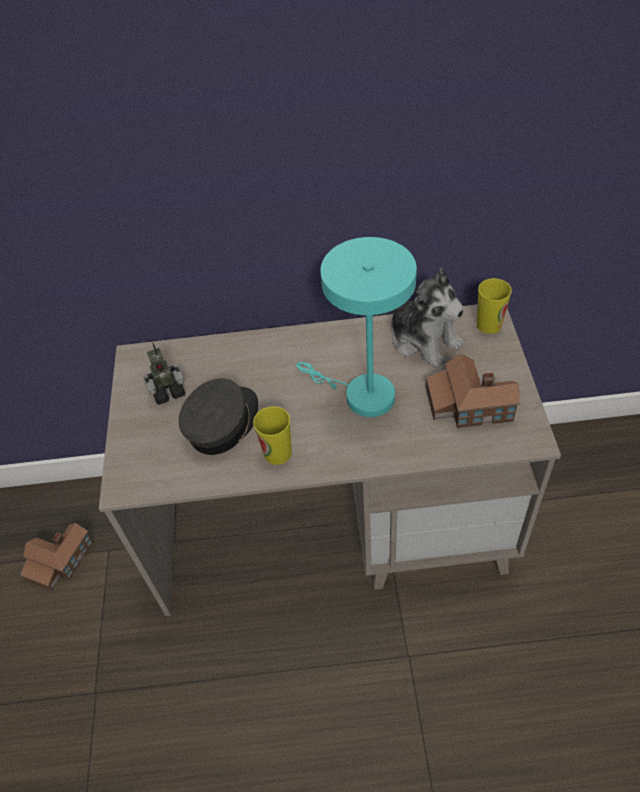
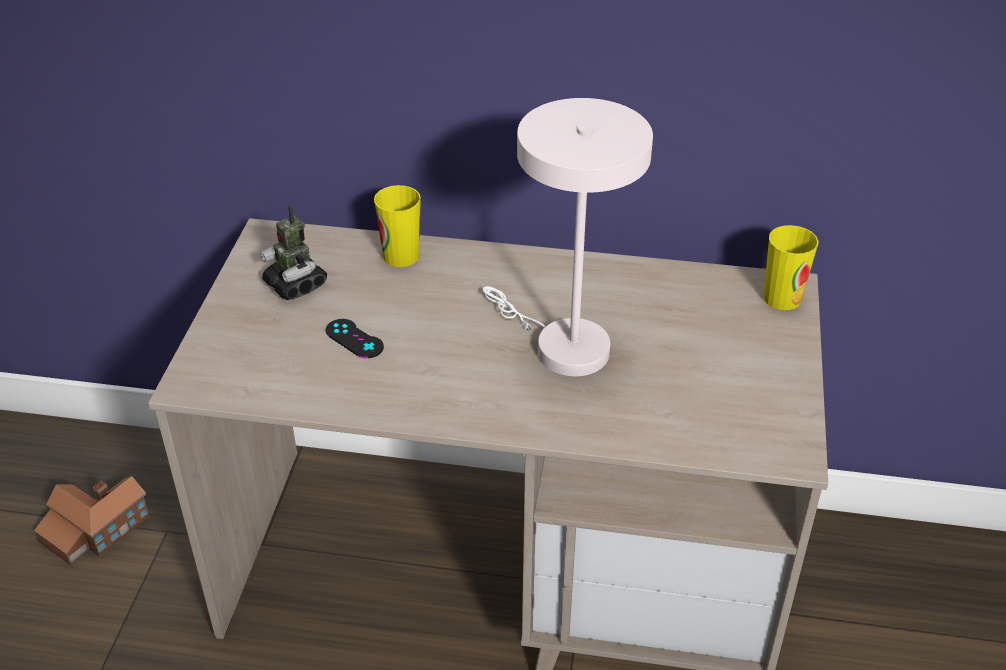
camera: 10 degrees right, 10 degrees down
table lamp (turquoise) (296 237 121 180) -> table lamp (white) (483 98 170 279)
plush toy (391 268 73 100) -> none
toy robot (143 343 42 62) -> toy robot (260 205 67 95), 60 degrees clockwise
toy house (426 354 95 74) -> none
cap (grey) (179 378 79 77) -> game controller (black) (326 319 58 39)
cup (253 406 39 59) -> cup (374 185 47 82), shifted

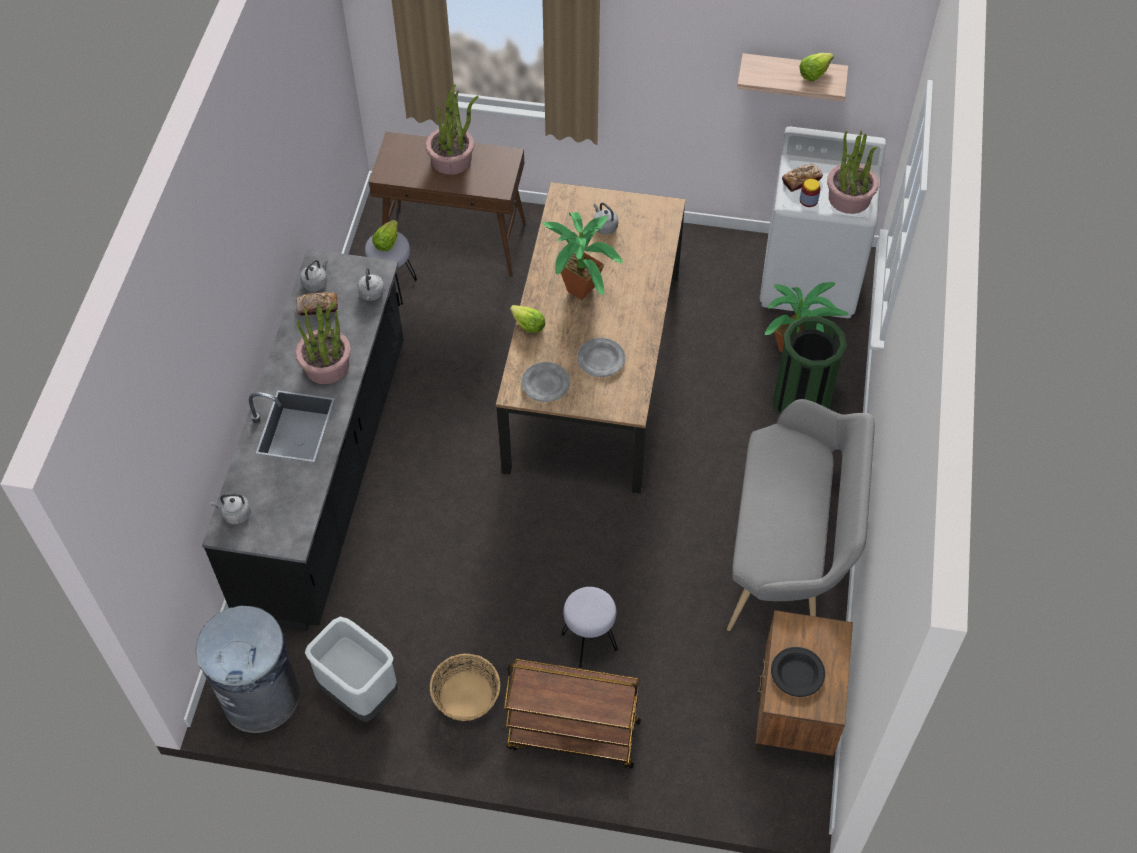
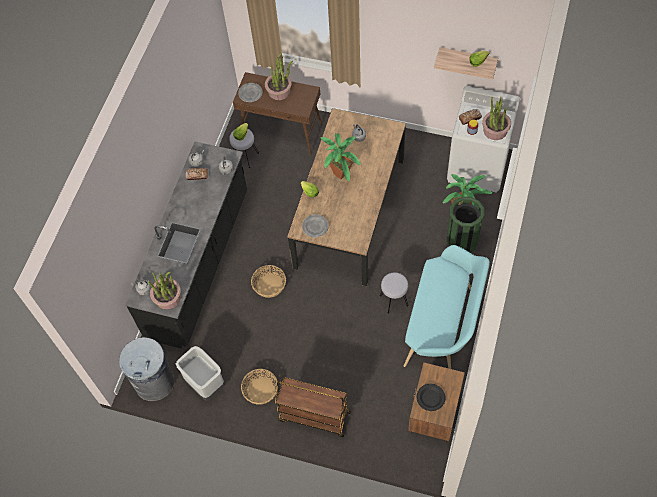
camera: 10 degrees right, 5 degrees up
potted plant (295 302 56 82) -> potted plant (148 272 33 38), shifted
plate (grey) (577 338 48 39) -> plate (grey) (238 83 25 19), shifted
bench (grey) (727 399 148 232) -> bench (turquoise) (404 245 86 124)
stool (grey) (561 587 57 81) -> stool (grey) (380 273 29 40), shifted
none -> basket (251 265 35 33)

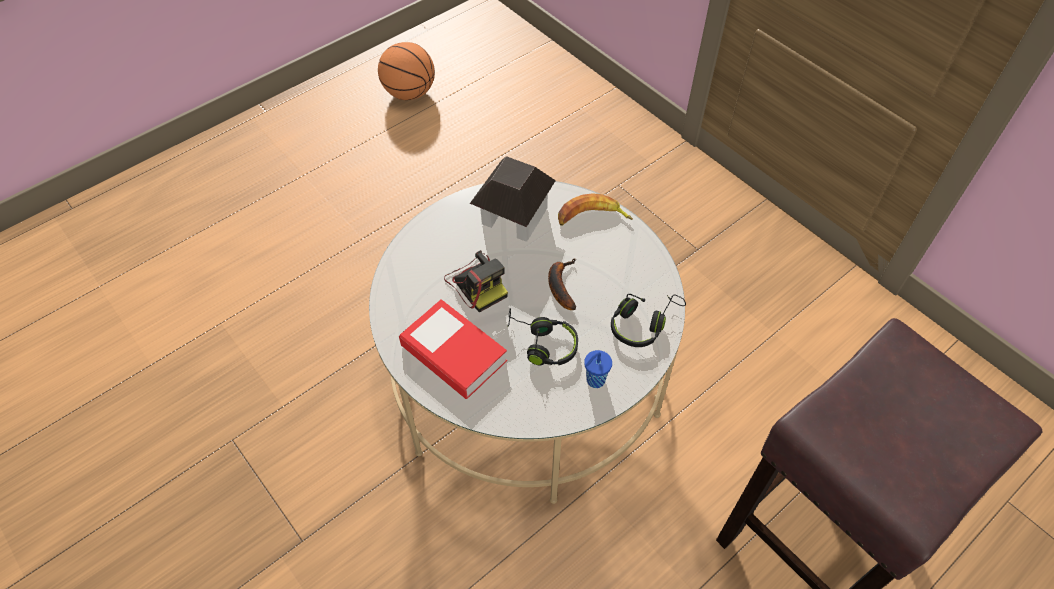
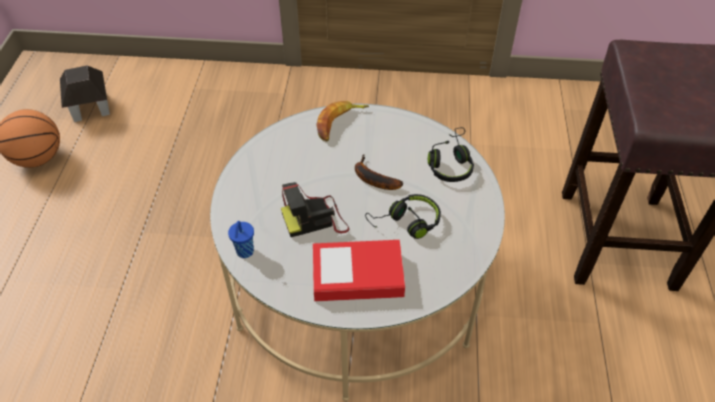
camera: 45 degrees left, 5 degrees down
toy house (470 156 86 86) -> toy house (60 65 50 57), shifted
photo camera (444 250 64 63) -> photo camera (281 182 68 55), 150 degrees clockwise
cup (blue) (584 350 28 38) -> cup (blue) (228 221 26 37), shifted

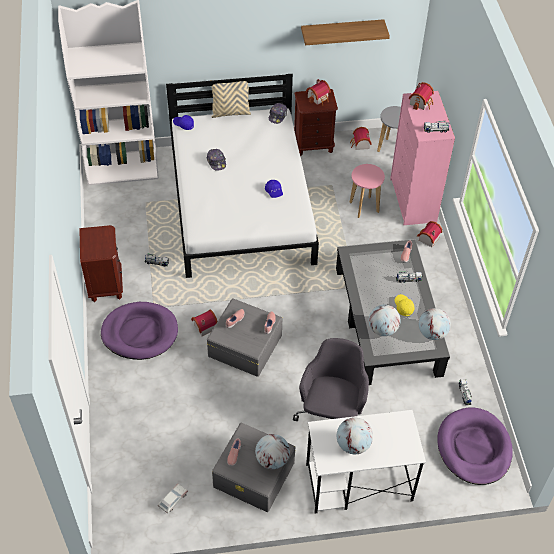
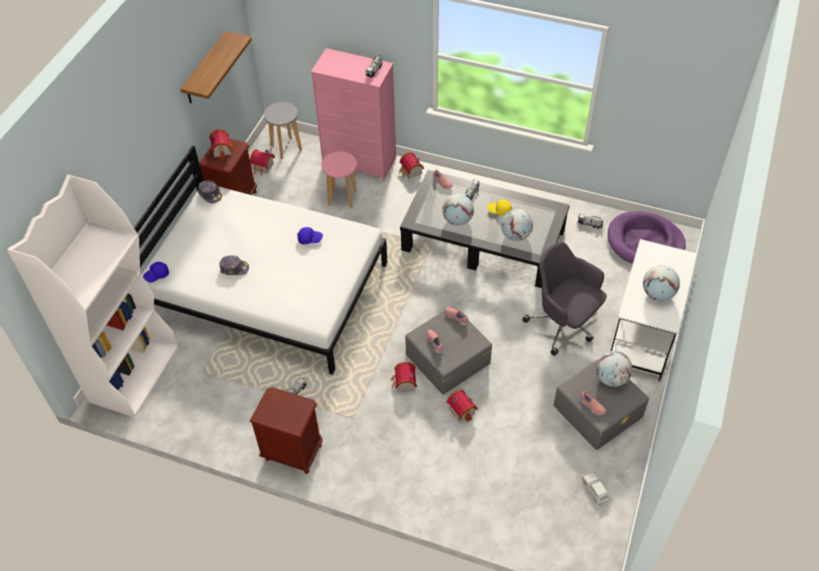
camera: 60 degrees left, 0 degrees up
pillow (beige) (210 80 41 38) -> none
toy house (409 82 25 28) -> toy house (447 389 31 33), shifted
dog bed (purple) (101 302 77 58) -> none
globe (419 308 32 32) -> globe (442 194 32 32), shifted

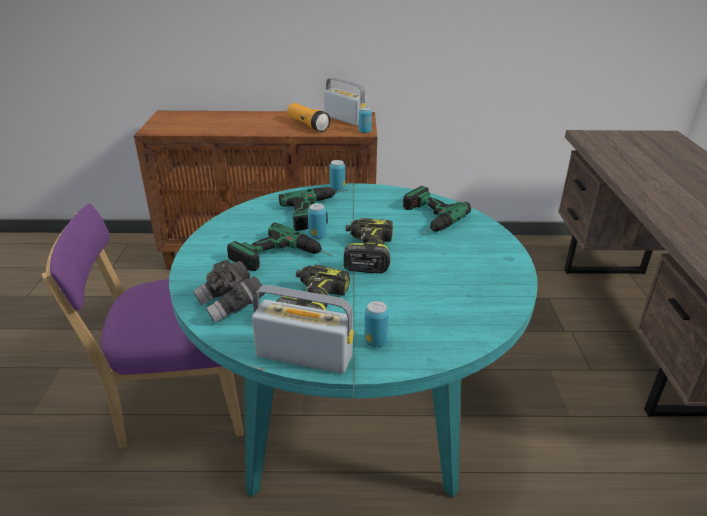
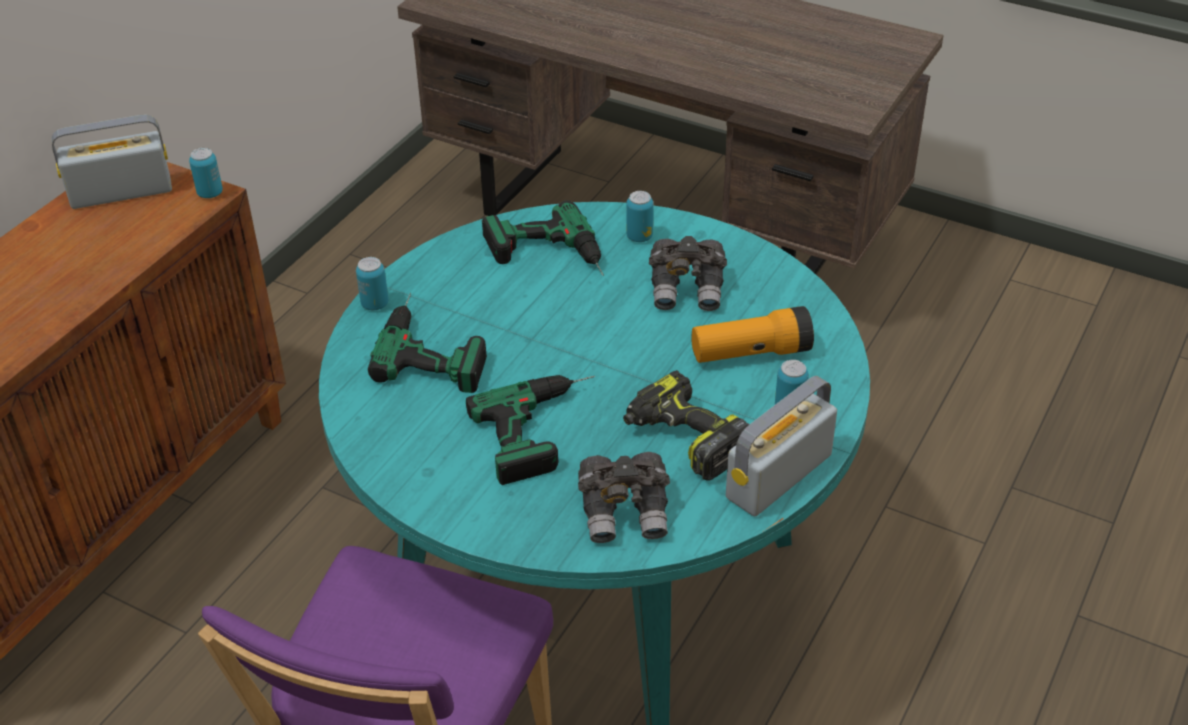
camera: 60 degrees left, 10 degrees up
flashlight (287 103 44 29) -> flashlight (692 306 122 57), shifted
can (308 203 19 36) -> can (626 191 27 51), shifted
power drill (344 218 49 55) -> none
none -> binoculars (grey) (649 236 78 75)

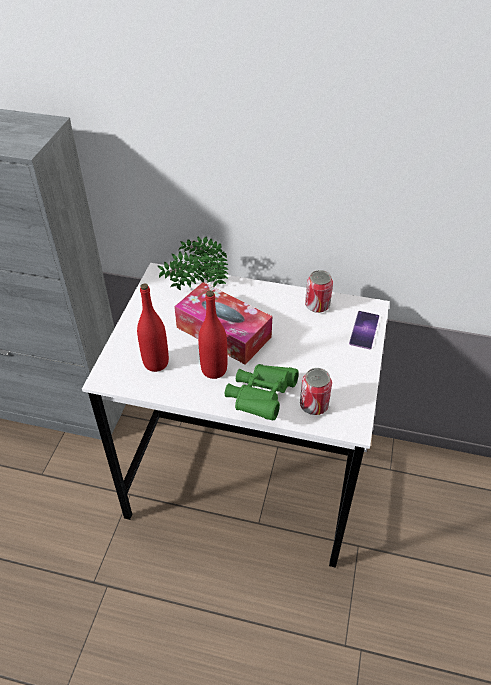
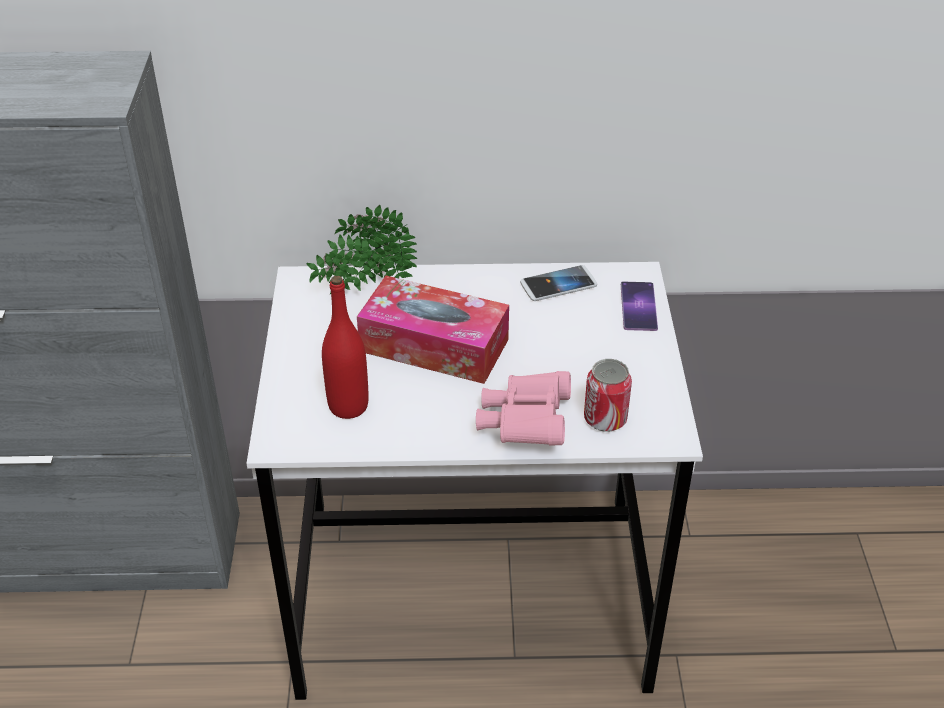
camera: 15 degrees left, 5 degrees down
can (305 270 28 43) -> phone (520 265 77 36)
bottle (red) (198 290 29 89) -> none
binoculars (green) (225 364 74 56) -> binoculars (pink) (476 371 95 75)

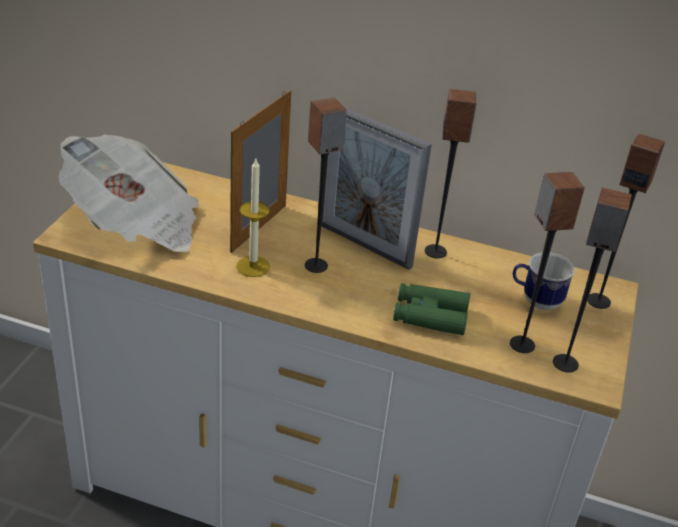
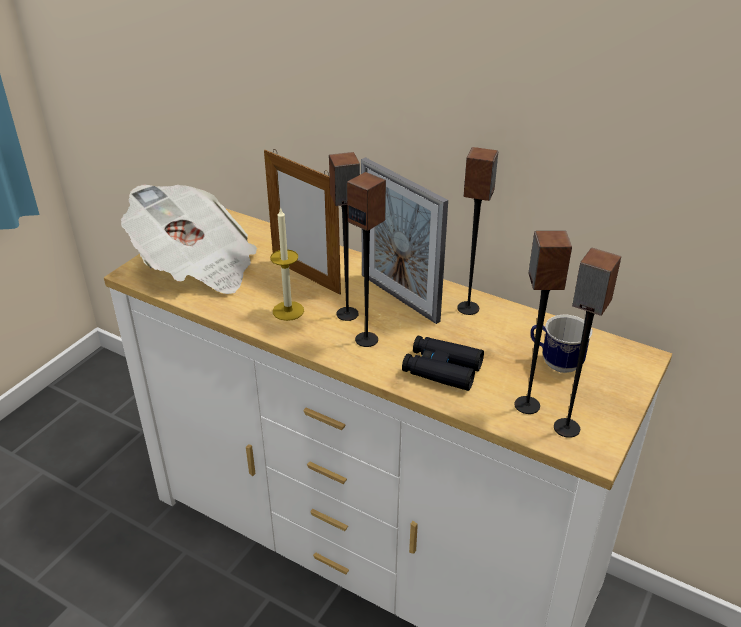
camera: 15 degrees right, 0 degrees up
picture frame (230 90 61 163) -> picture frame (264 149 77 146), 90 degrees counterclockwise
speaker (587 134 78 175) -> speaker (347 172 39 175), shifted
binoculars (green) (393 283 77 52) -> binoculars (black) (402 335 82 56)

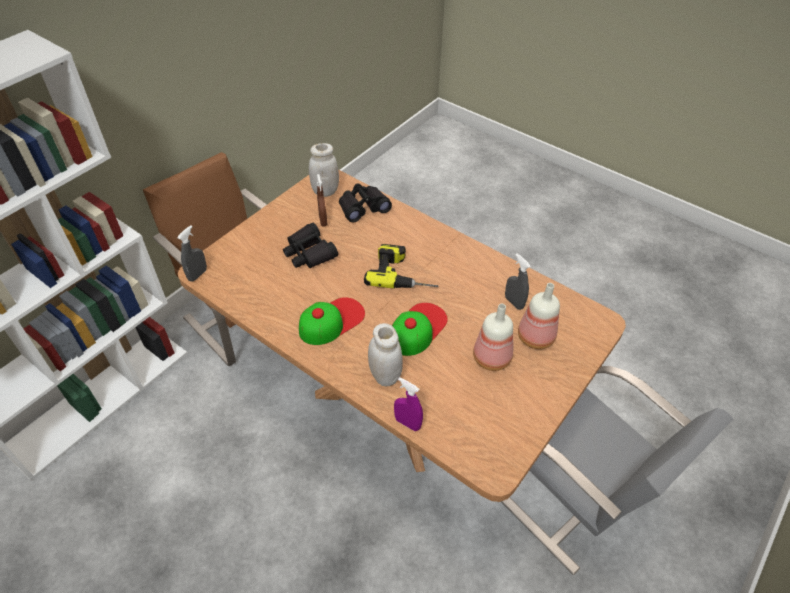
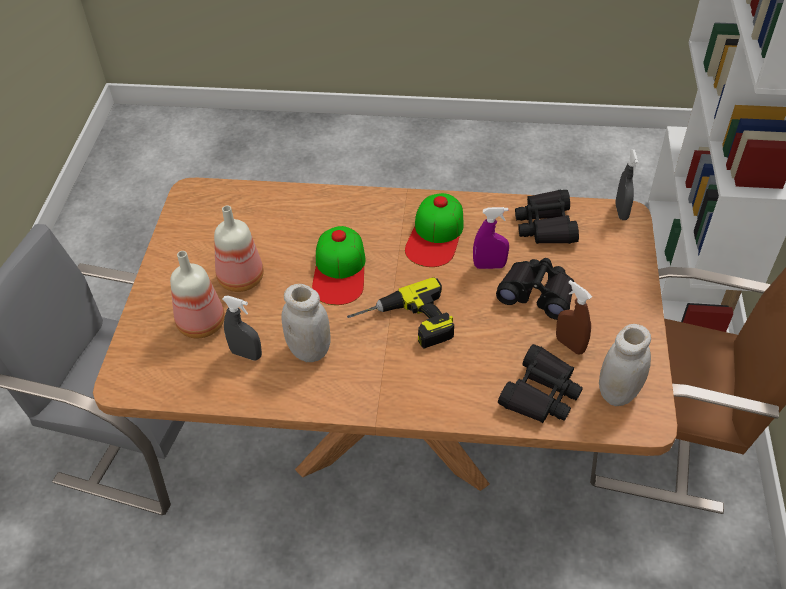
camera: 150 degrees right, 0 degrees up
jar (white) (368 323 35 63) -> jar (white) (281 284 50 78), shifted
spray bottle (purple) (394 377 29 54) -> spray bottle (purple) (473 207 36 62), shifted
none -> binoculars (black) (515 190 64 54)

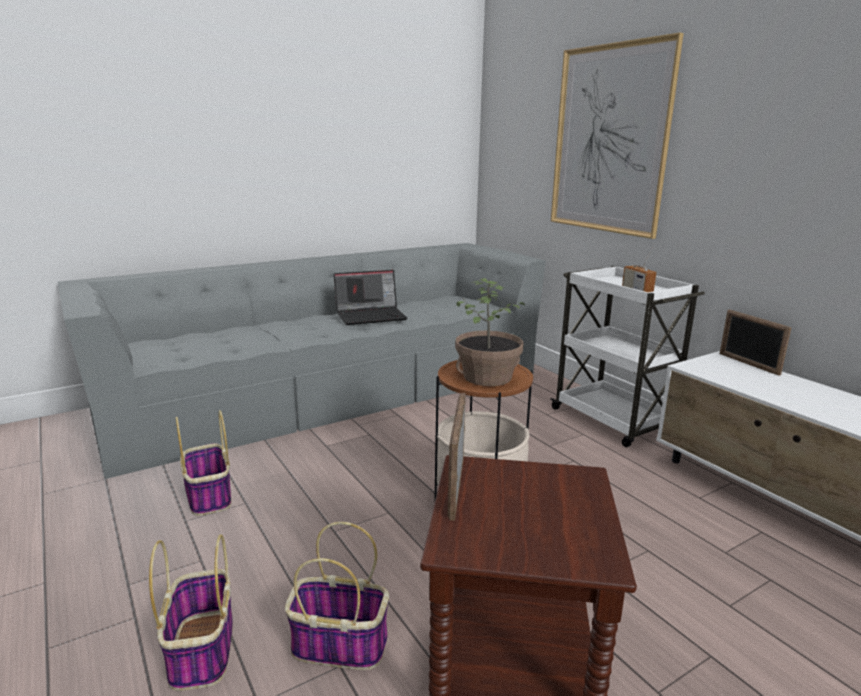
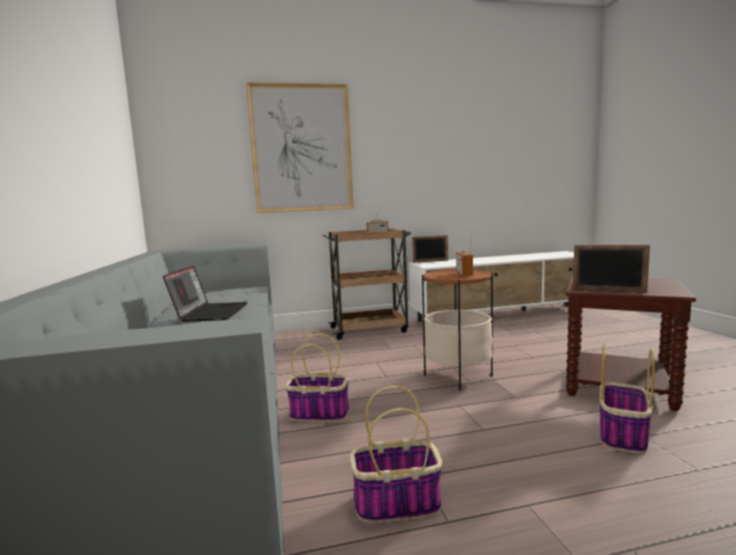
camera: 70 degrees left, 10 degrees down
cart (white) (550 266 155 181) -> cart (brown) (323 228 88 112)
potted plant (455 278 70 108) -> radio (456 234 17 42)
basket (149 534 84 157) -> basket (286 333 63 89), shifted

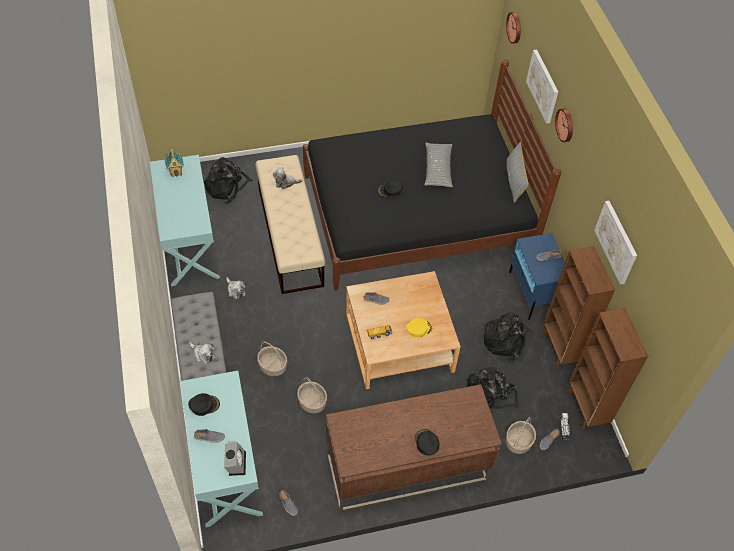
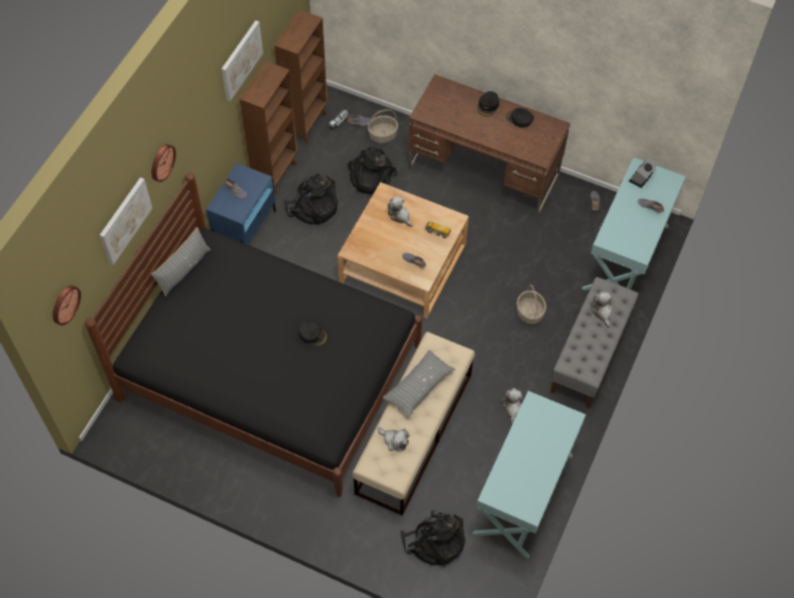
camera: 140 degrees left, 5 degrees up
pillow (grey) (425 142 28 45) -> pillow (grey) (382 350 73 68), shifted
toy house (165 149 19 28) -> none
cap (yellow) (406 318 27 20) -> plush toy (388 196 25 31)
basket (297 377 30 36) -> none
cap (black) (188 393 32 23) -> cap (black) (506 108 28 20), shifted

